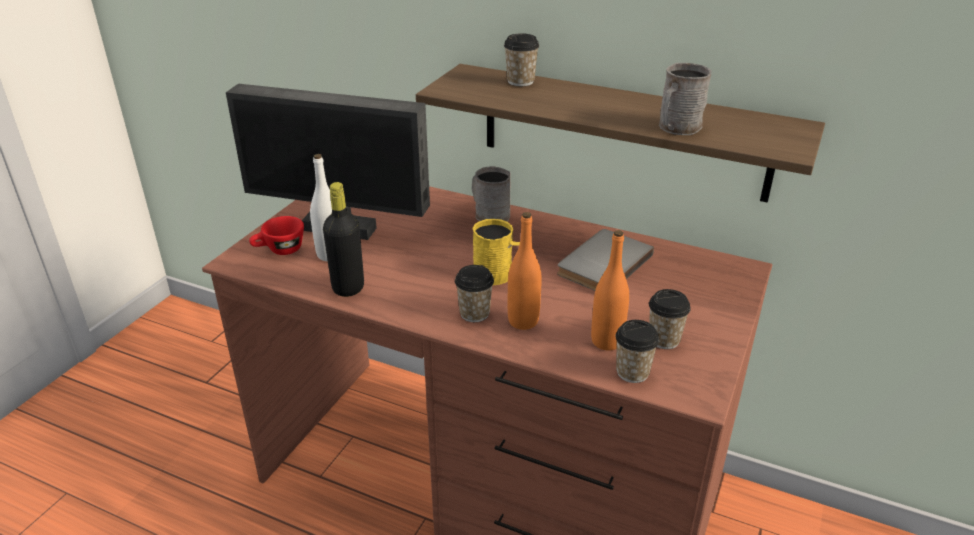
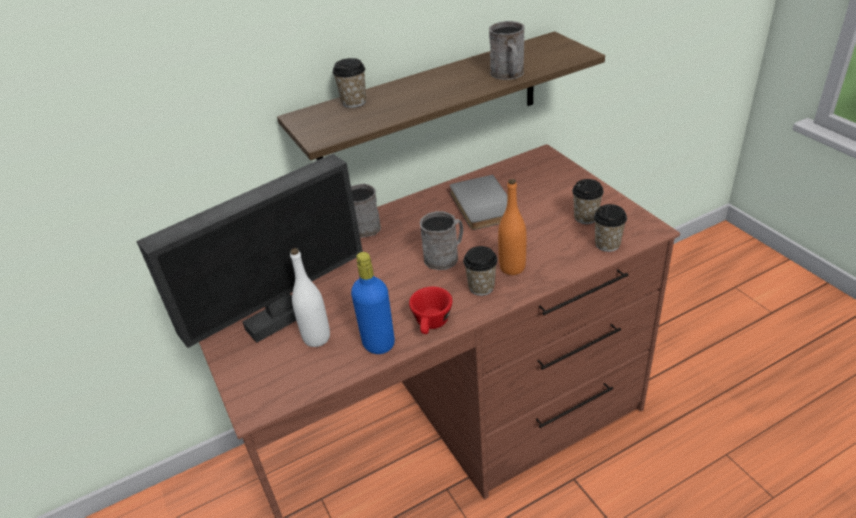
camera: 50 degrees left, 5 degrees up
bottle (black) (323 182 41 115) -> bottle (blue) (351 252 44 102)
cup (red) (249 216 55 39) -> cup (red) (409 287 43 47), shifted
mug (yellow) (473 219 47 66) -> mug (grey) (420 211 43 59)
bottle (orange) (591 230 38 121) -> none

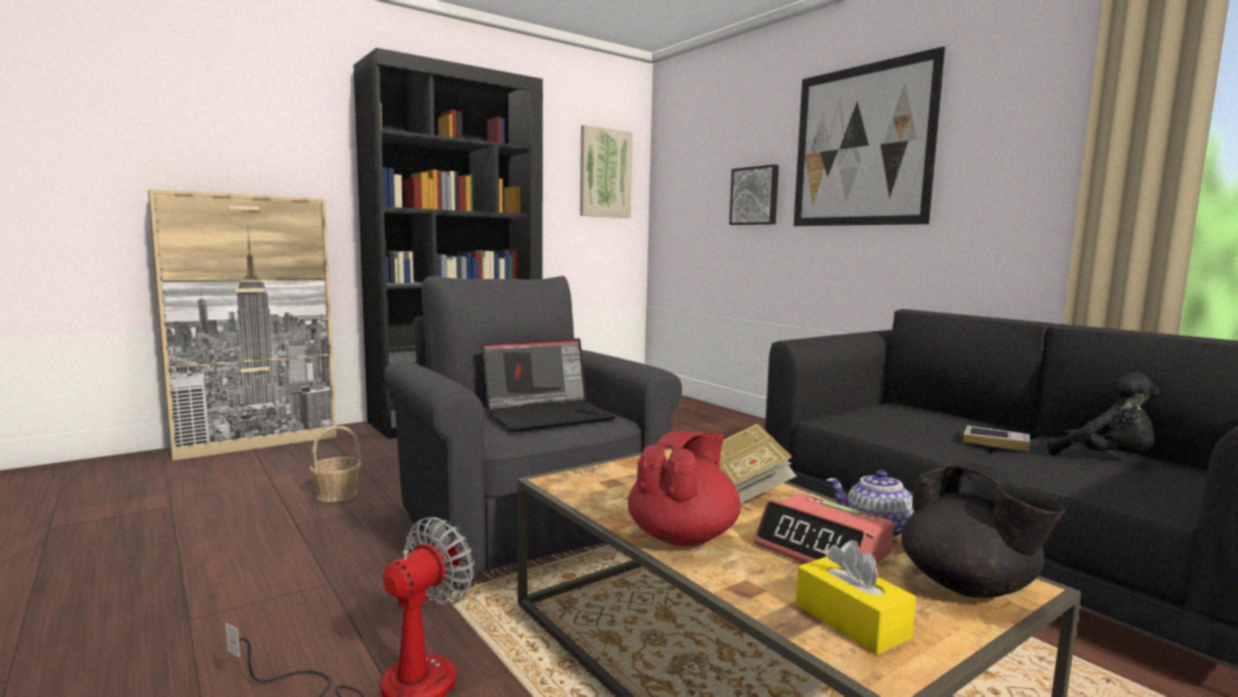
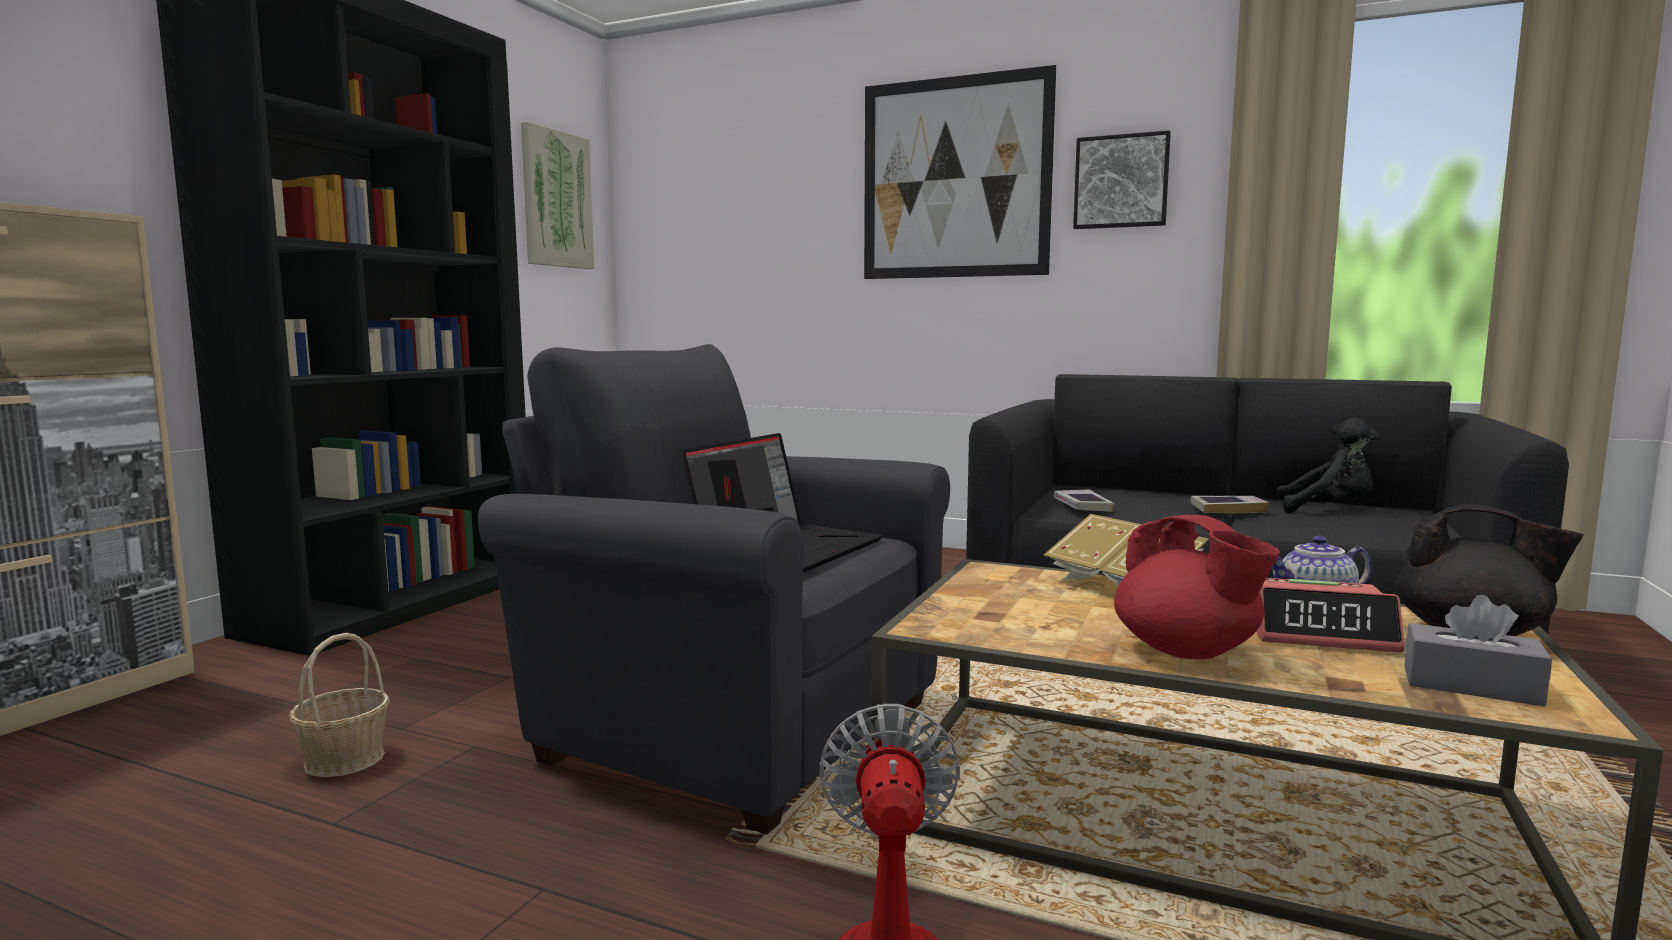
camera: 30 degrees left, 0 degrees up
picture (729 164 50 61) -> picture (1073 130 98 99), shifted
teapot (red) (628 431 113 115) -> teapot (red) (1114 515 166 144), 150 degrees clockwise
tissue box (yellow) (796 540 120 115) -> tissue box (grey) (1405 595 147 112)
none -> book (1054 490 60 22)

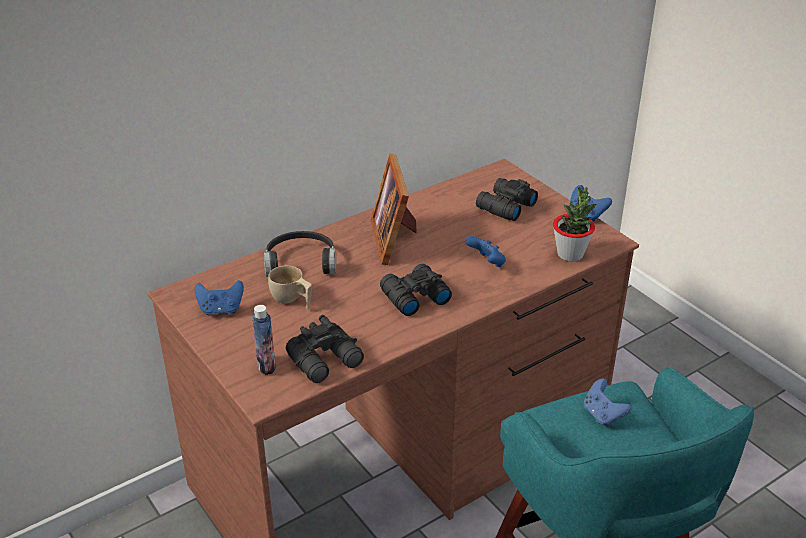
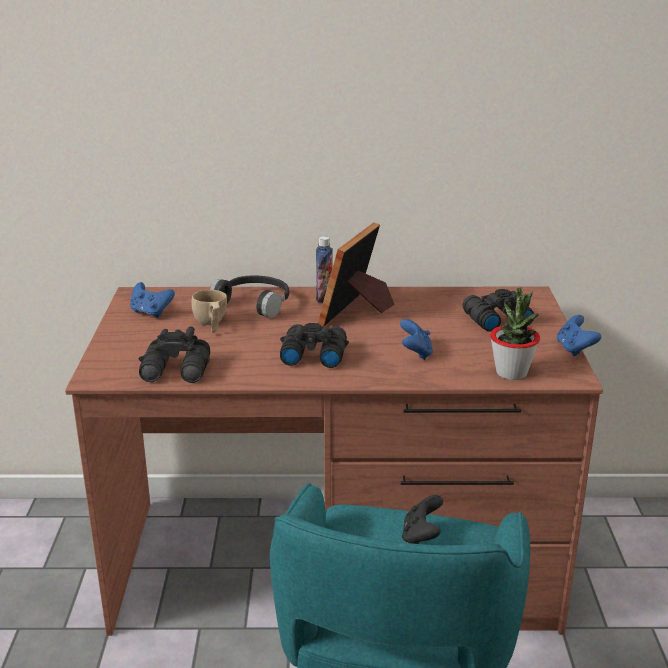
camera: 35 degrees right, 10 degrees down
bottle (252 305 24 70) -> bottle (316 236 17 67), shifted
game controller (blue) (584 379 47 48) -> game controller (black) (402 495 41 49)

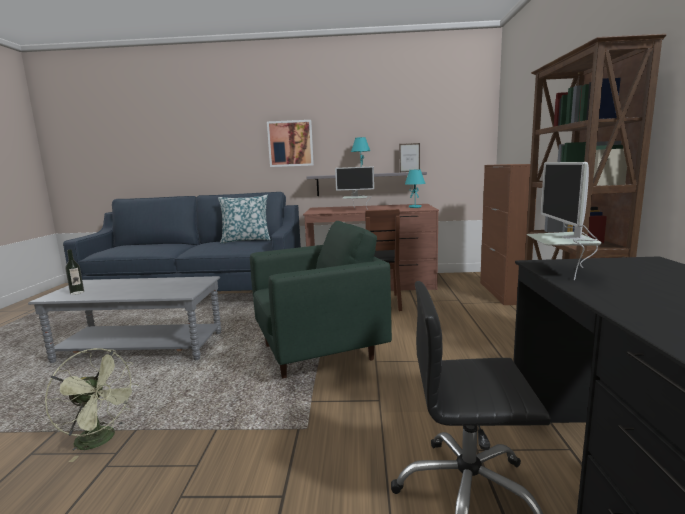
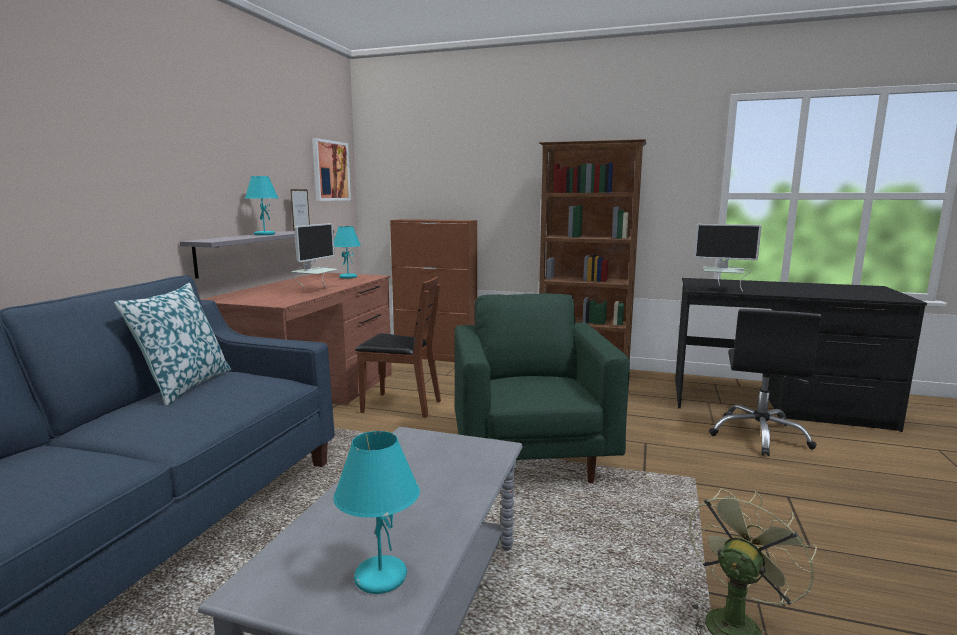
camera: 75 degrees left, 0 degrees up
picture (267 120 47 47) -> picture (312 138 39 63), shifted
bottle (65 249 19 46) -> table lamp (turquoise) (333 431 87 163)

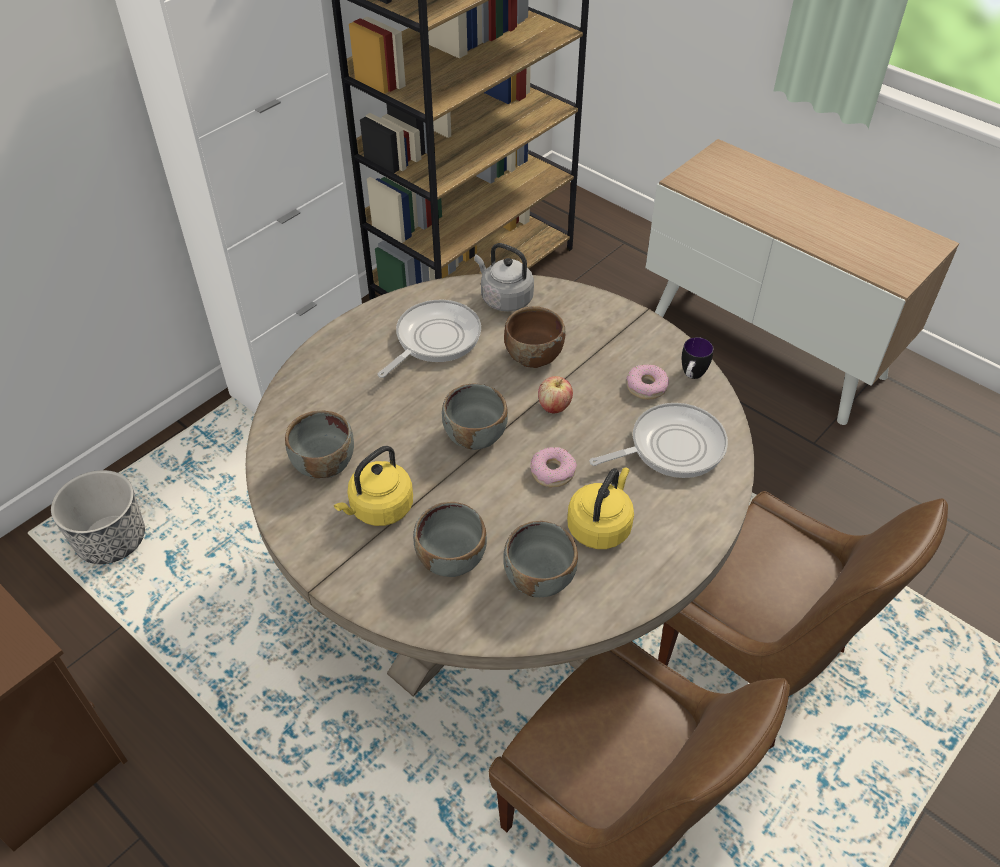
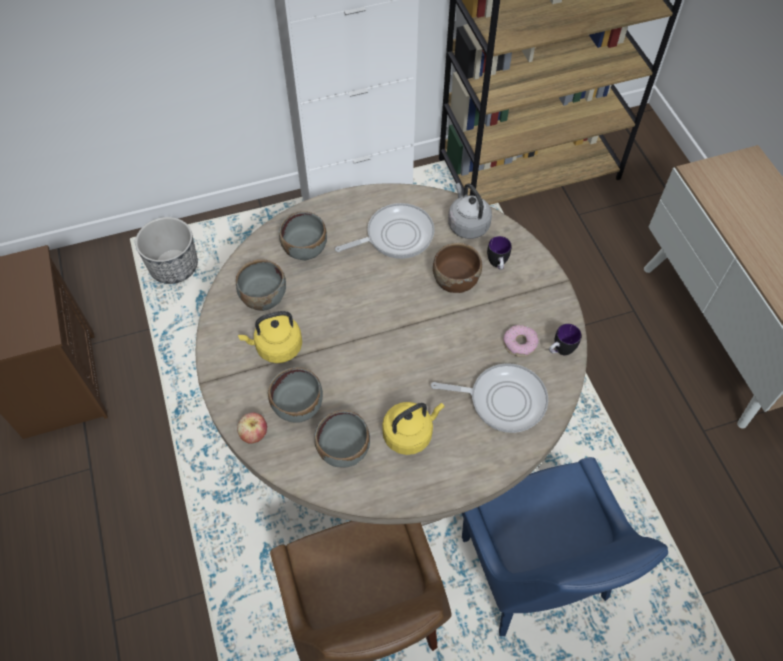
camera: 30 degrees right, 10 degrees up
apple (538 376 35 37) -> apple (237 413 30 31), shifted
bowl (grey) (442 383 66 67) -> bowl (grey) (279 211 48 49), shifted
donut (530 447 47 40) -> none
chair (brown) (658 491 290 257) -> chair (blue) (462 457 206 179)
none -> mug (487 236 25 34)

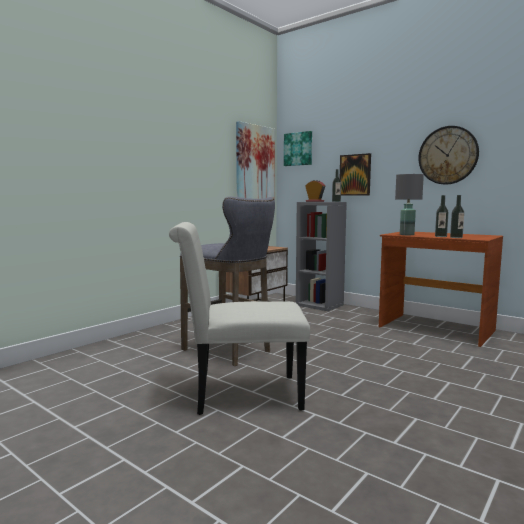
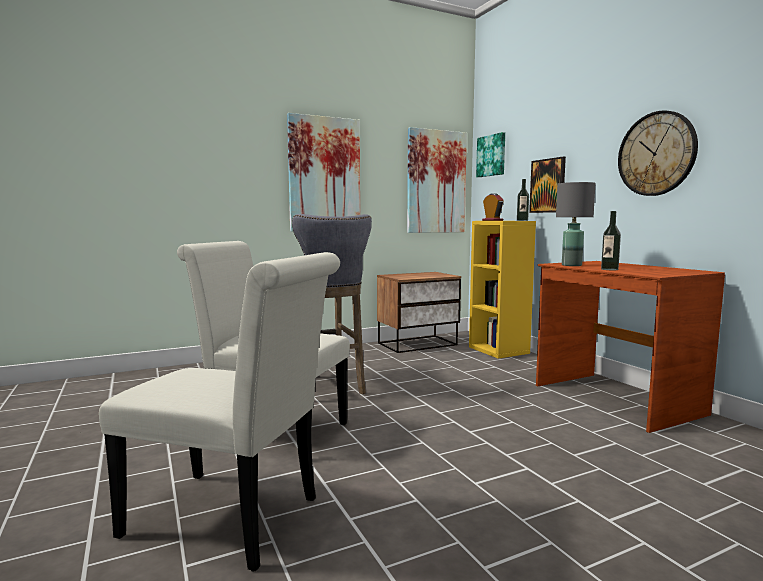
camera: 25 degrees right, 0 degrees up
bottle (450 195 14 43) -> none
bookcase (grey) (296 202 51 109) -> bookcase (yellow) (469 221 67 138)
none -> picture (287 113 73 119)
none -> chair (white) (99 252 241 320)

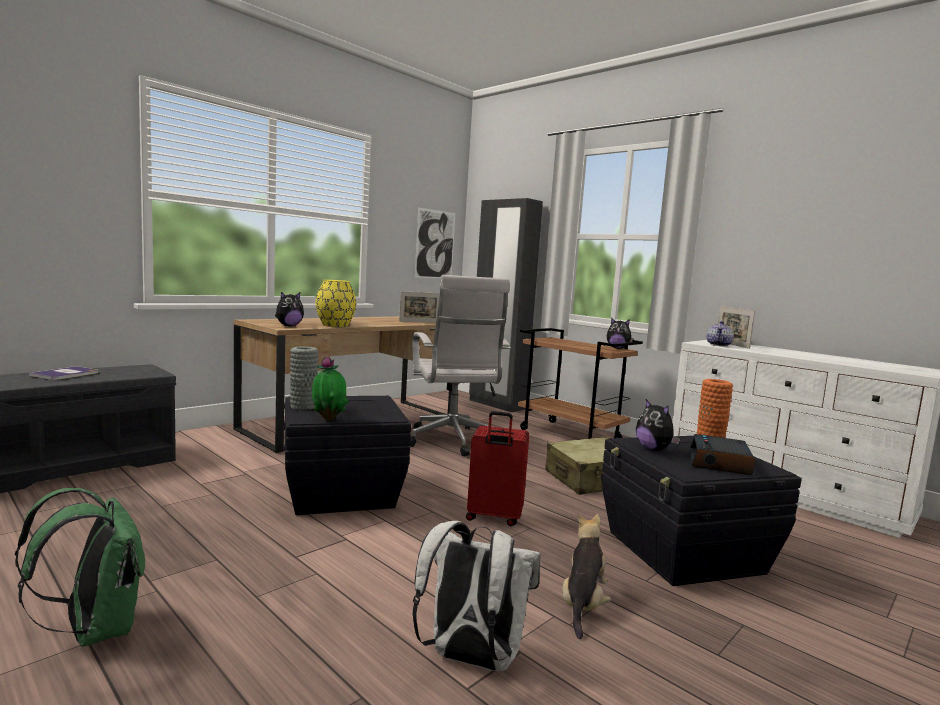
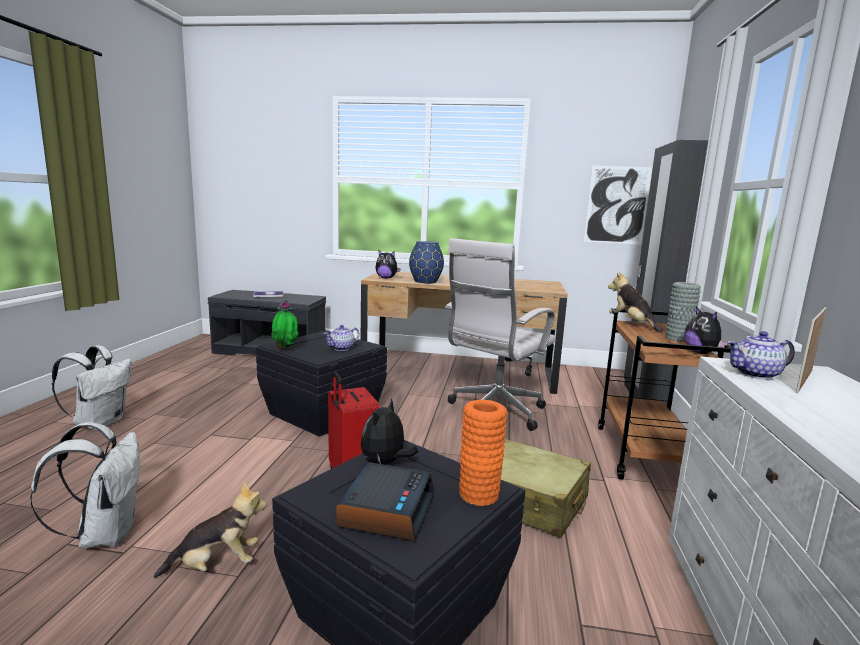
camera: 55 degrees right, 5 degrees up
vase (yellow) (315 280 41 47) -> vase (blue) (409 241 35 42)
picture frame (399 291 40 32) -> none
vase (grey) (290 347 29 63) -> vase (grey) (666 282 35 60), shifted
alarm clock (689 434 66 41) -> alarm clock (336 463 98 78), 120 degrees clockwise
backpack (green) (15 488 130 159) -> backpack (white) (52 345 80 85)
none -> plush toy (608 272 55 61)
none -> teapot (323 325 37 26)

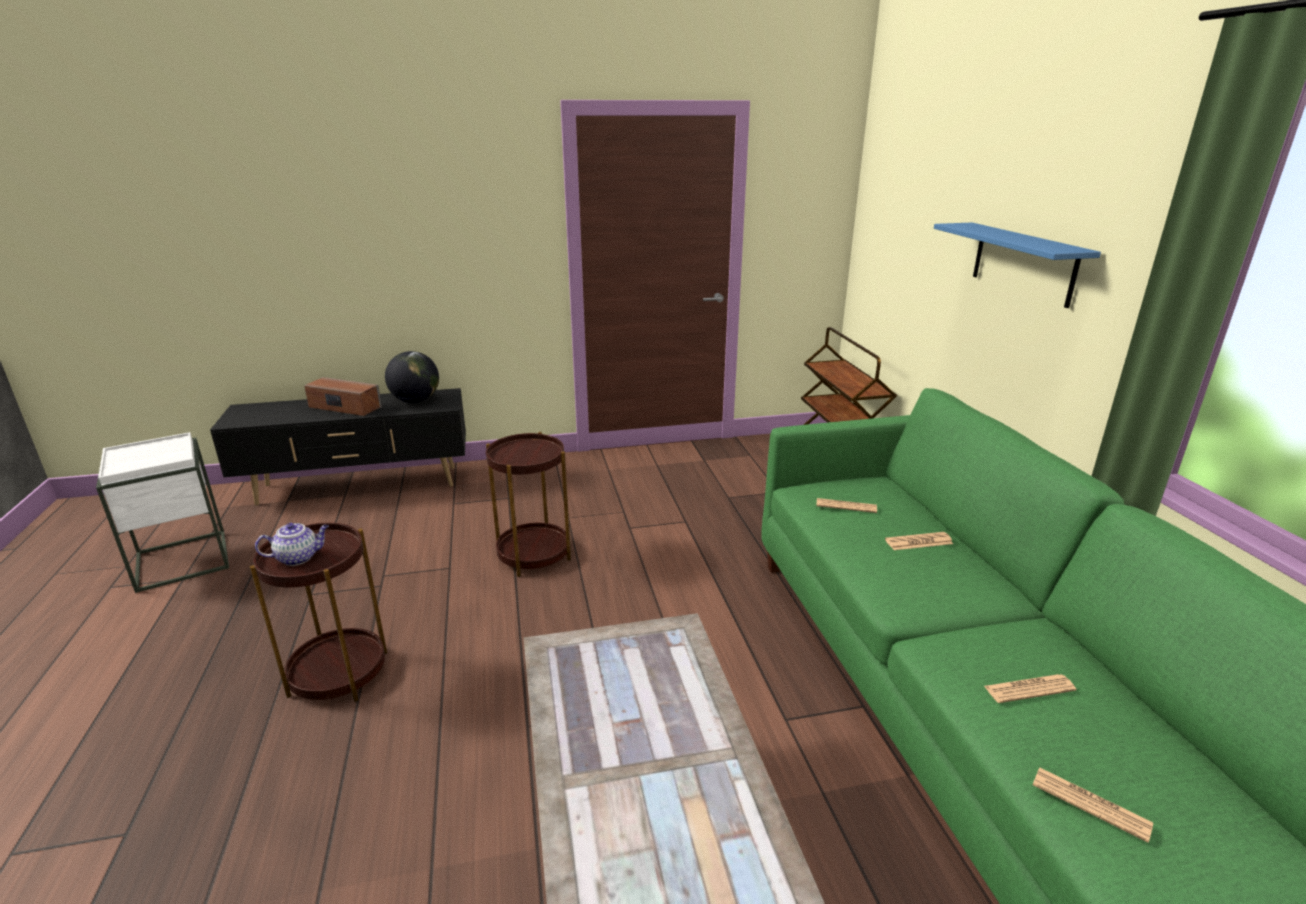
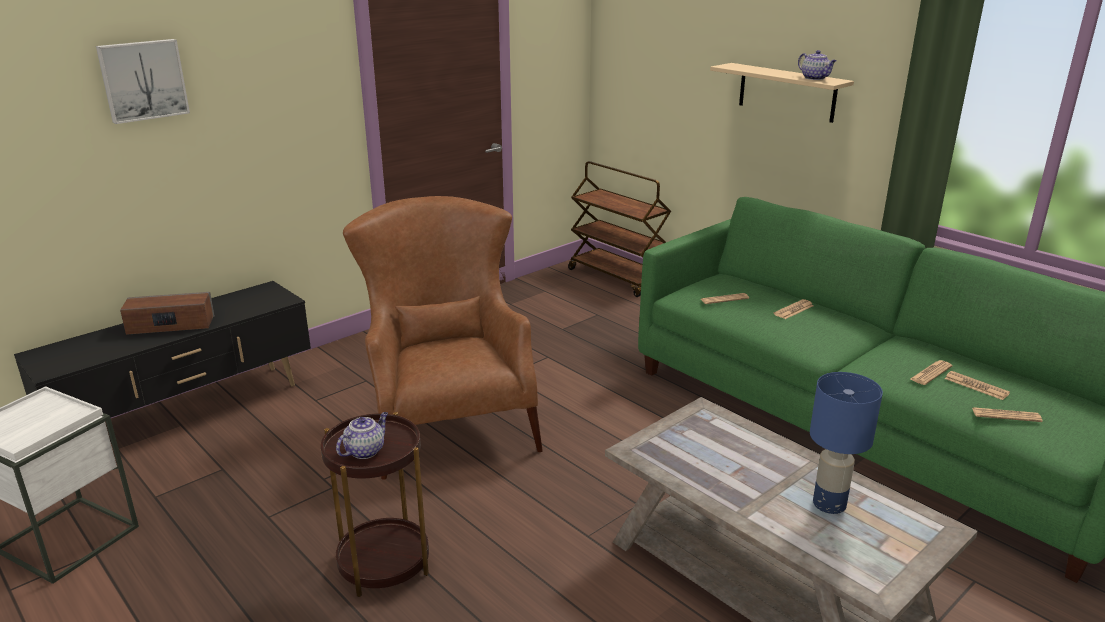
camera: 30 degrees left, 0 degrees up
shelf (blue) (934 223 167 85) -> shelf (beige) (710 63 144 60)
globe (385 351 54 52) -> none
side table (brown) (486 432 85 145) -> armchair (brown) (343 196 200 284)
none -> picture (96 39 94 85)
none -> teapot (798 50 39 30)
none -> newspaper (945 371 65 29)
none -> table lamp (blue) (810 372 73 142)

